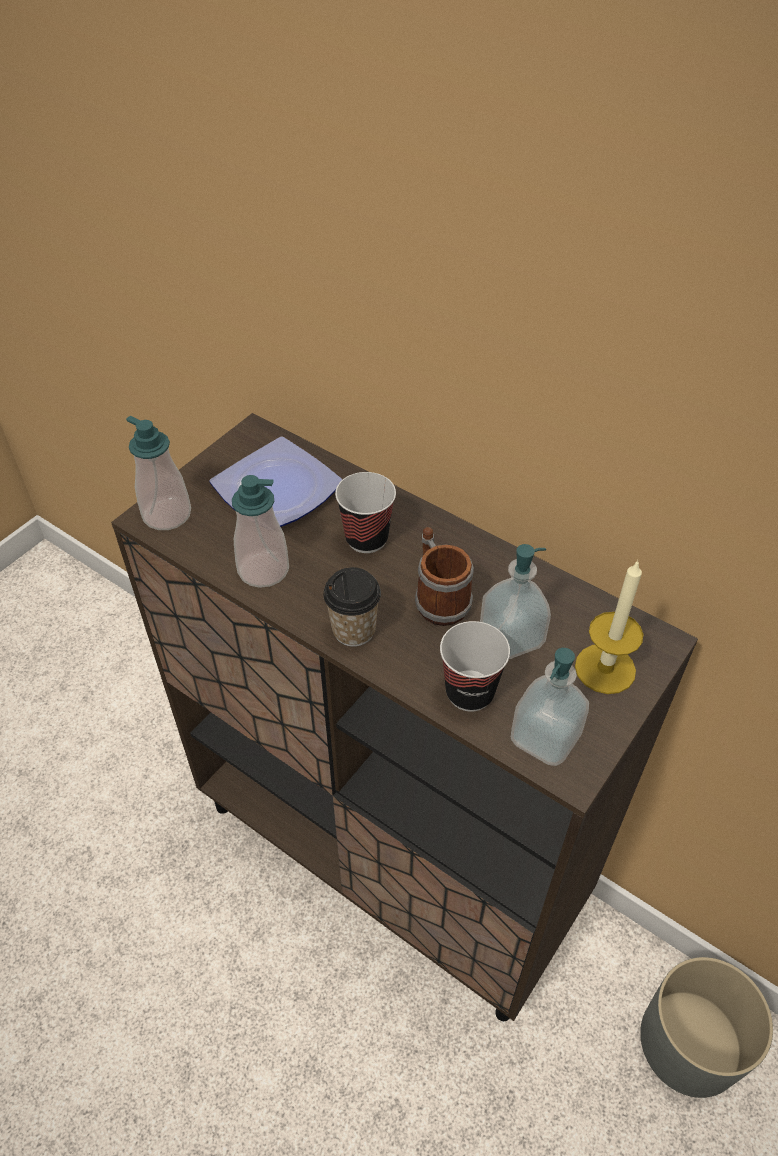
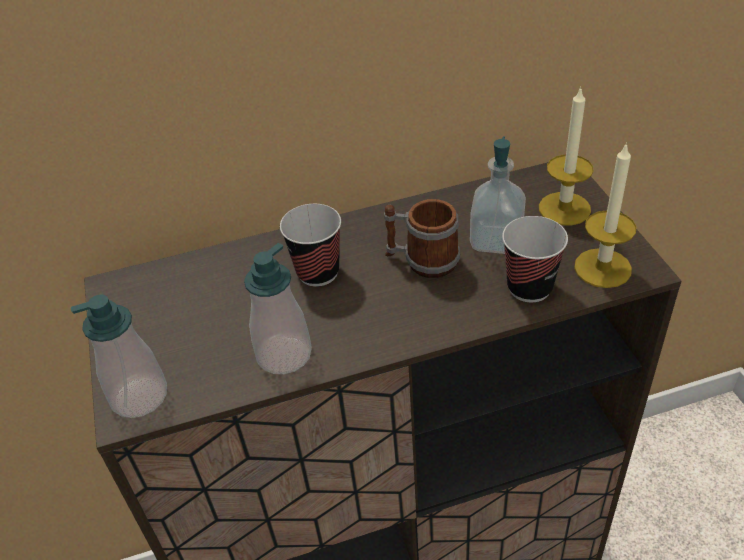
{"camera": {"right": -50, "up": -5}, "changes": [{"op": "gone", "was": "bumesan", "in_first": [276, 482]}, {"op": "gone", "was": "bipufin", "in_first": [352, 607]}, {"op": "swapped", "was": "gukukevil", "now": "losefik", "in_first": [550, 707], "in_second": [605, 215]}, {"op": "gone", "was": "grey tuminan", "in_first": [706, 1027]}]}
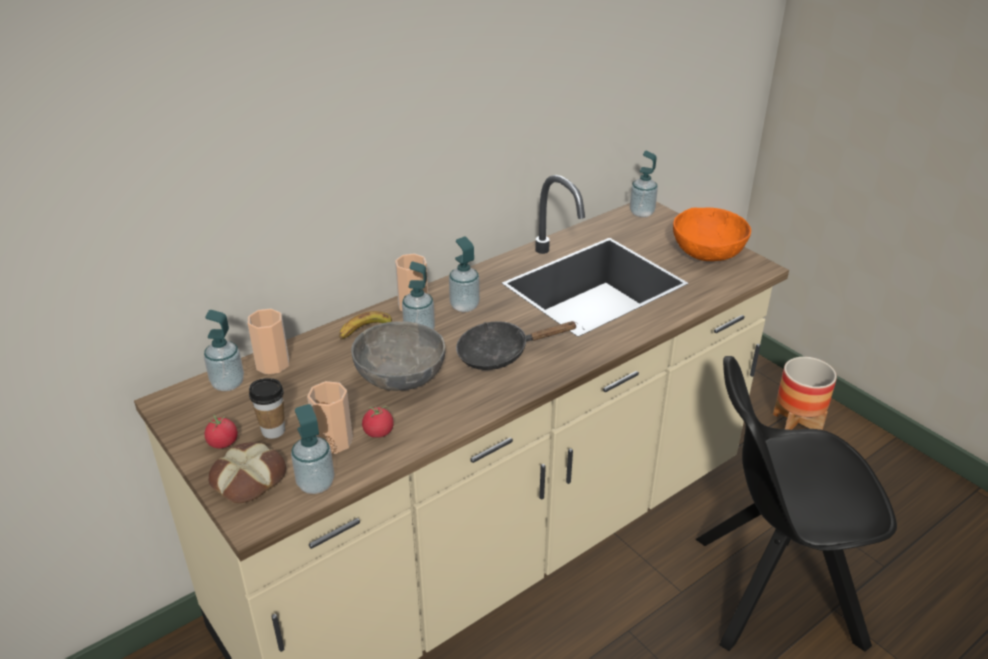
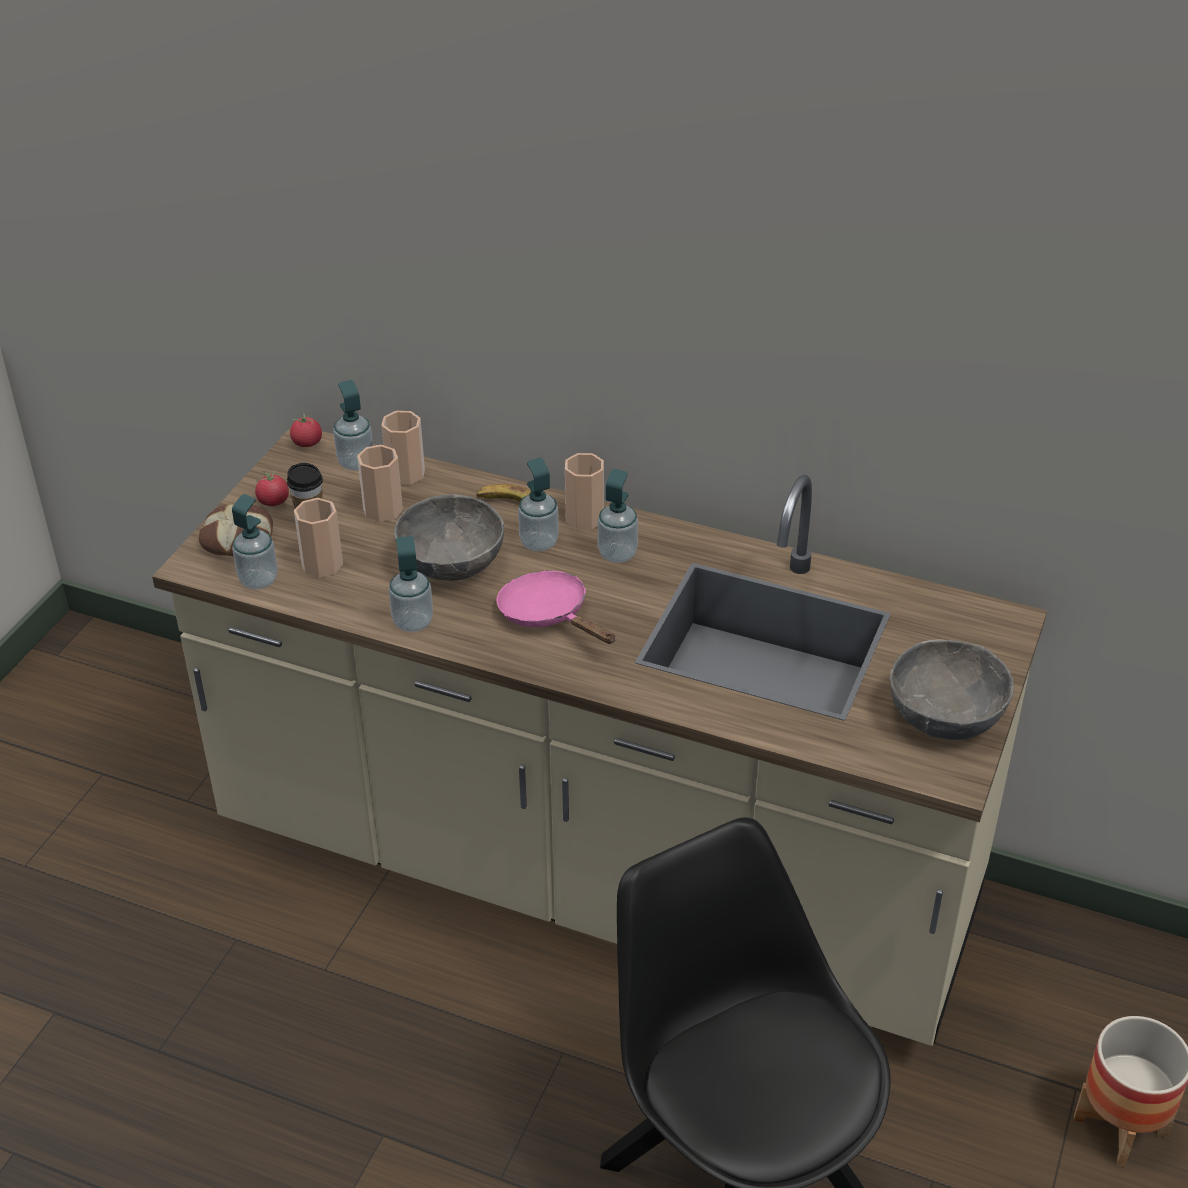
{"camera": {"right": 60, "up": 5}, "changes": [{"op": "shifted", "was": "gukukevil", "in_first": [644, 184], "in_second": [411, 584]}, {"op": "repainted", "was": "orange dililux", "now": "grey dililux", "in_first": [712, 234], "in_second": [951, 689]}, {"op": "repainted", "was": "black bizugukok", "now": "pink bizugukok", "in_first": [517, 345], "in_second": [556, 607]}, {"op": "shifted", "was": "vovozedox", "in_first": [378, 422], "in_second": [306, 430]}, {"op": "new", "now": "bipufin", "in_second": [380, 483]}]}
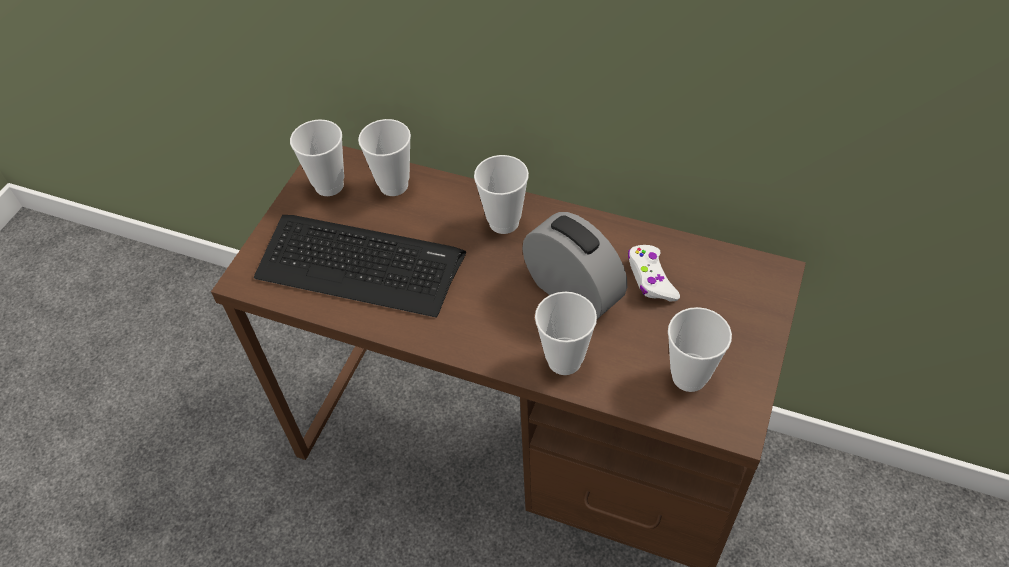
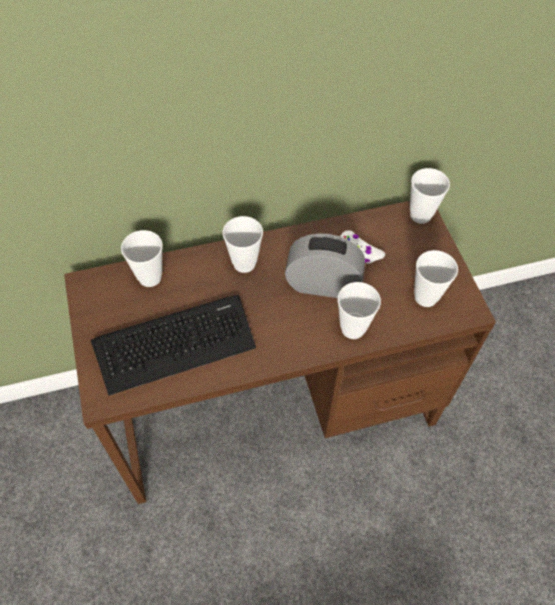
{"camera": {"right": -40, "up": 5}, "changes": [{"op": "shifted", "was": "bipufin", "in_first": [317, 157], "in_second": [430, 196]}]}
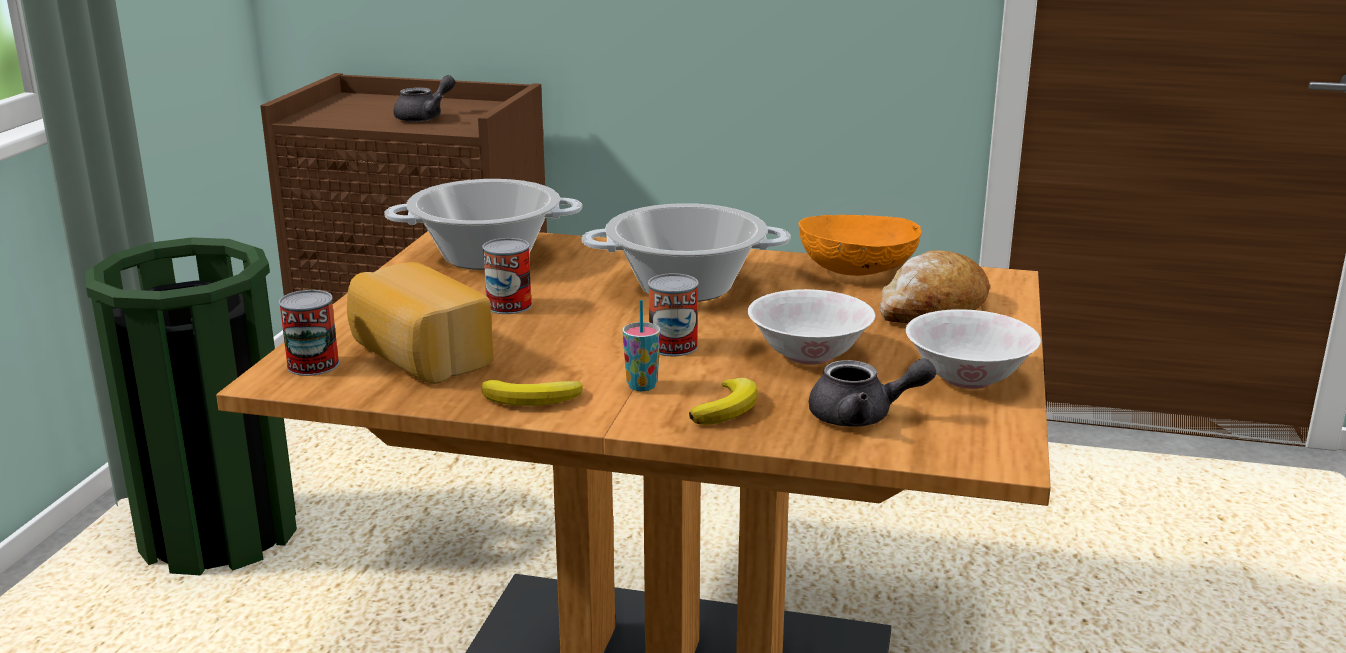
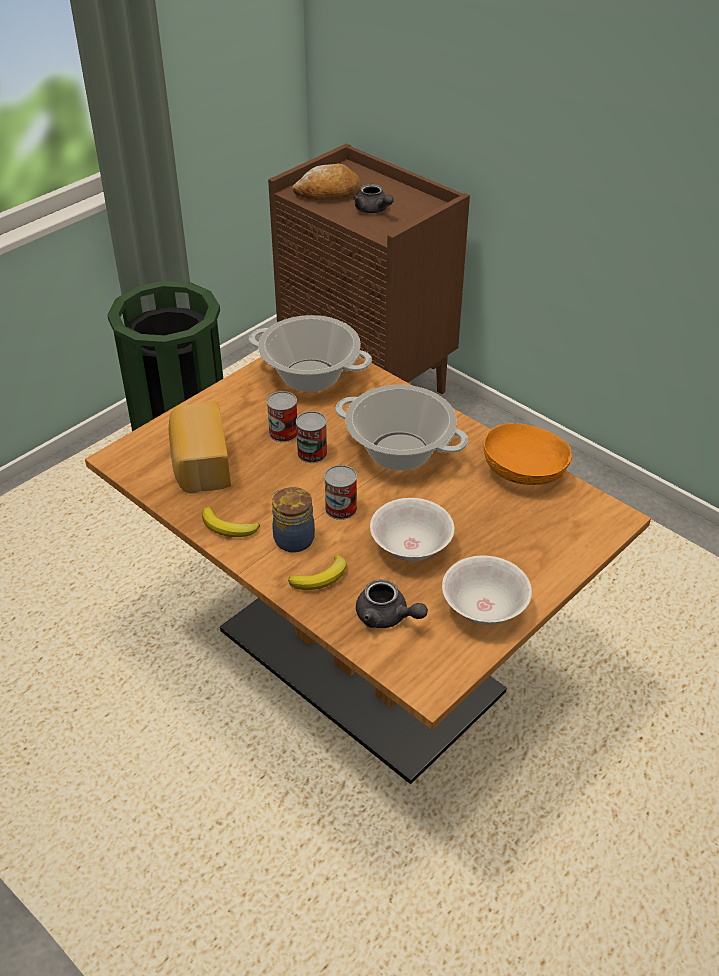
{"camera": {"right": 30, "up": 20}, "changes": [{"op": "rotated", "was": "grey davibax", "in_first": [424, 98], "in_second": [373, 198], "clockwise": 75}, {"op": "shifted", "was": "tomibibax", "in_first": [935, 286], "in_second": [326, 182]}, {"op": "shifted", "was": "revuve", "in_first": [309, 333], "in_second": [312, 437]}, {"op": "swapped", "was": "bipufin", "now": "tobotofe", "in_first": [642, 345], "in_second": [293, 519]}]}
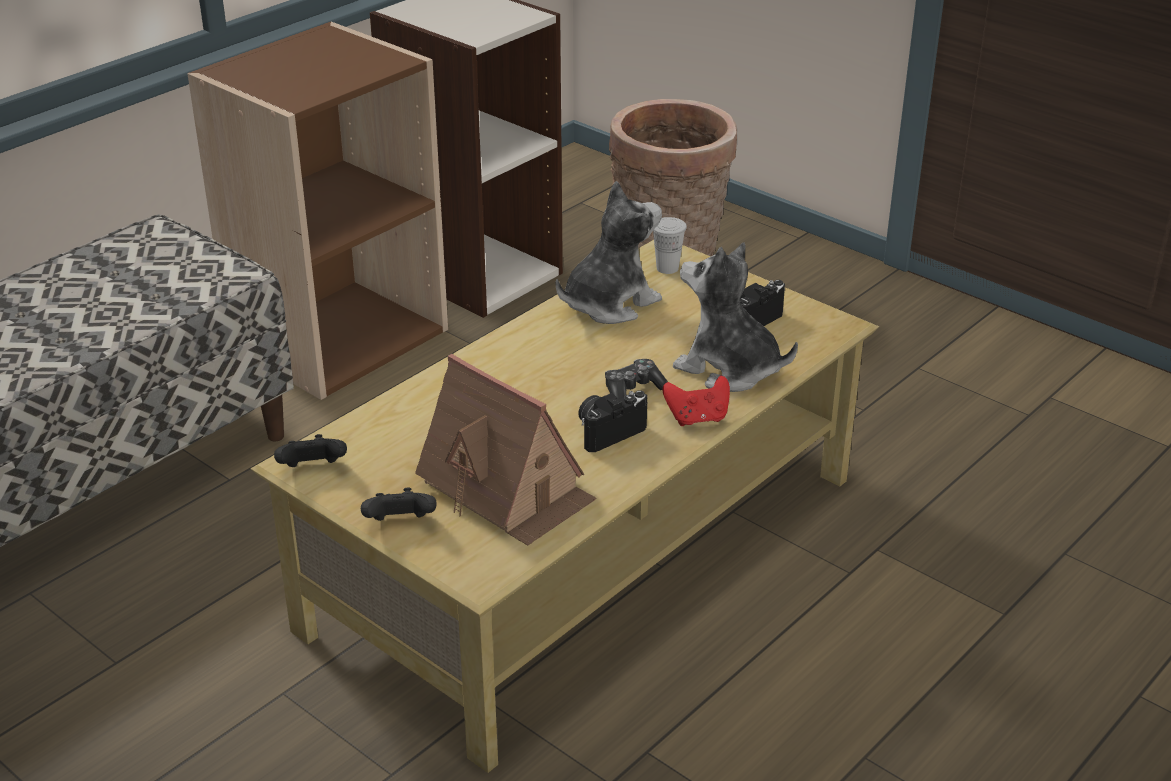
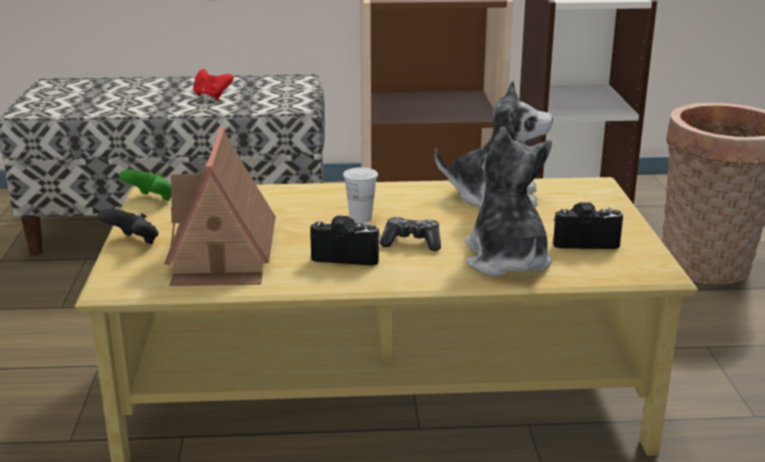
{"camera": {"right": 45, "up": -10}, "changes": [{"op": "shifted", "was": "white bipufin", "in_first": [670, 245], "in_second": [360, 195]}, {"op": "shifted", "was": "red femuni", "in_first": [696, 401], "in_second": [213, 84]}, {"op": "repainted", "was": "black femuni", "now": "green femuni", "in_first": [310, 450], "in_second": [145, 185]}]}
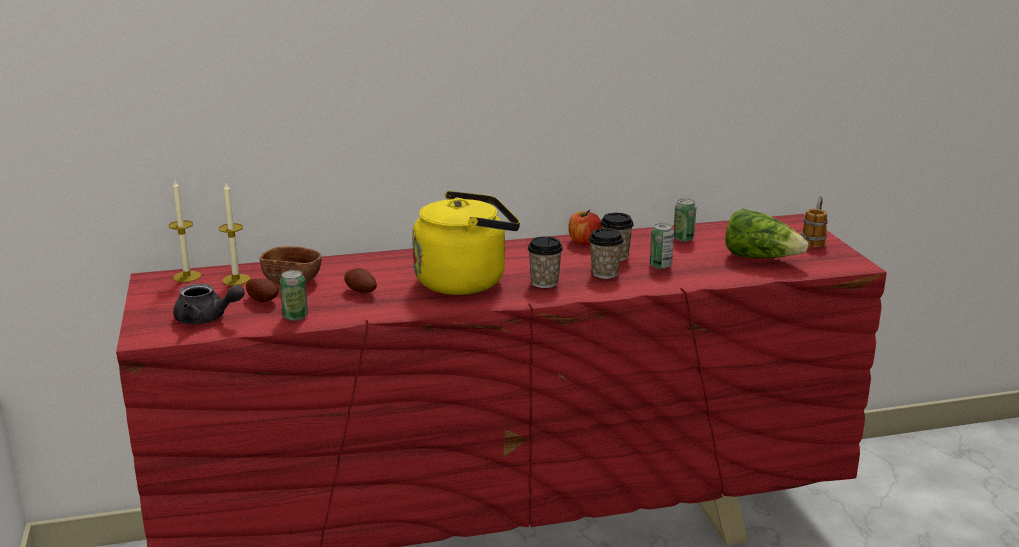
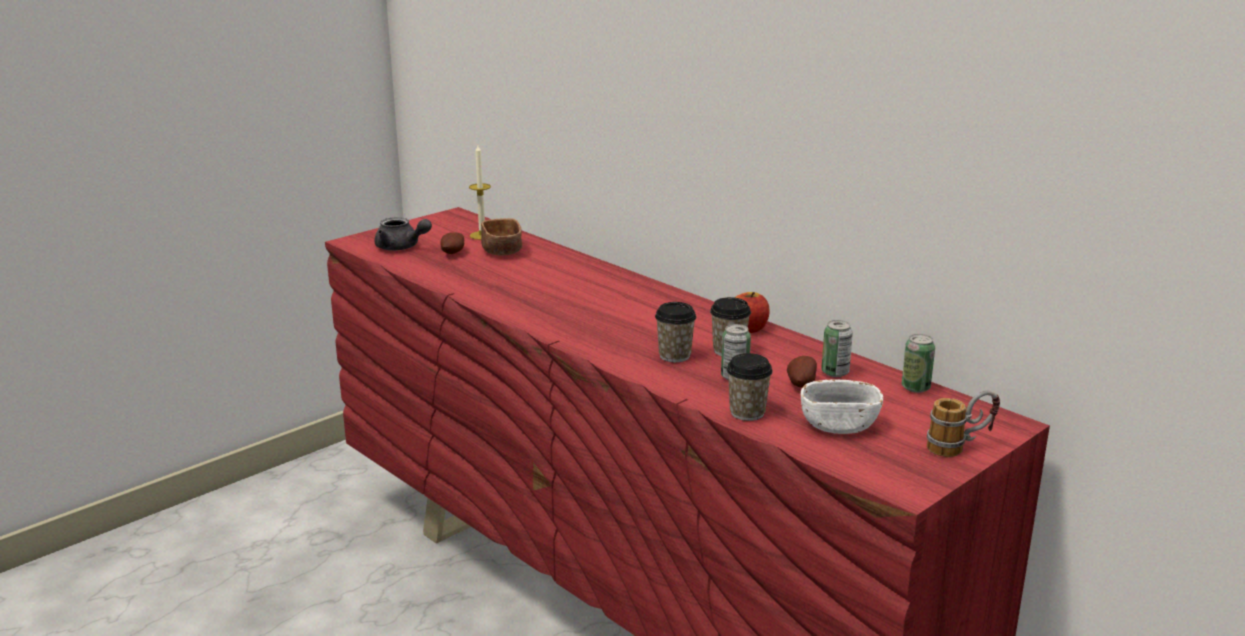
{"camera": {"right": 60, "up": 0}, "changes": [{"op": "gone", "was": "losefik", "in_first": [184, 231]}, {"op": "gone", "was": "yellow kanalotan", "in_first": [466, 243]}, {"op": "swapped", "was": "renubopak", "now": "white dililux", "in_first": [766, 233], "in_second": [842, 406]}, {"op": "shifted", "was": "bipufin", "in_first": [545, 262], "in_second": [750, 387]}, {"op": "shifted", "was": "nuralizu", "in_first": [360, 280], "in_second": [802, 372]}, {"op": "shifted", "was": "revuve", "in_first": [294, 295], "in_second": [918, 363]}, {"op": "rotated", "was": "grey davibax", "in_first": [209, 304], "in_second": [403, 234], "clockwise": -45}]}
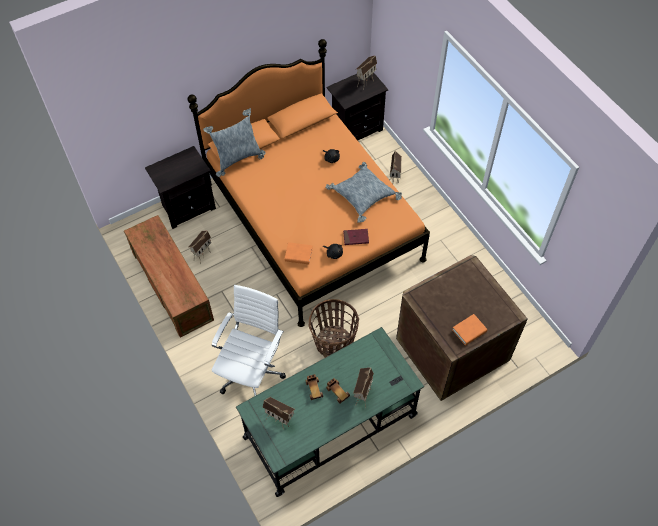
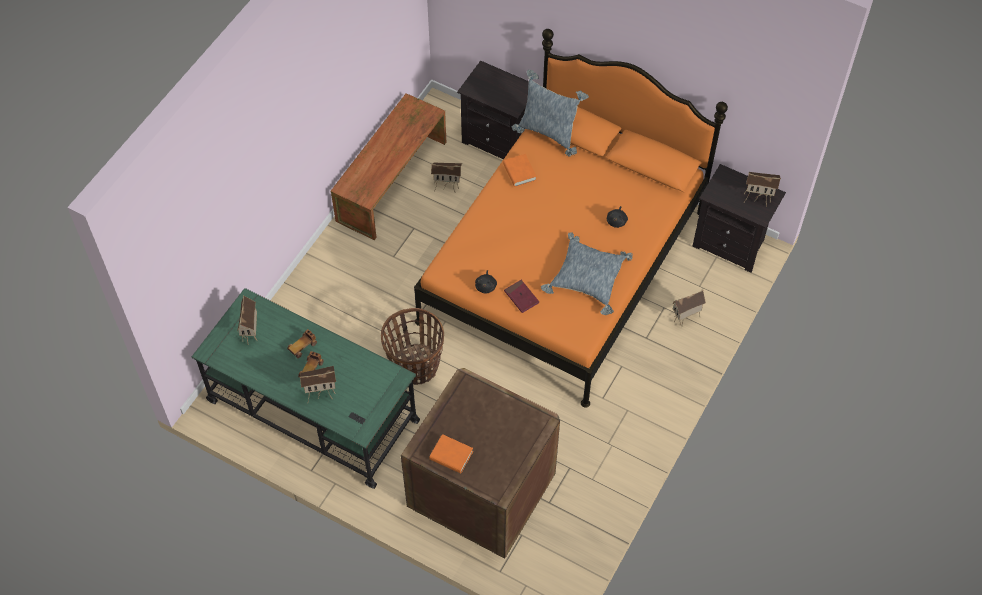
{"camera": {"right": 60, "up": 0}, "changes": [{"op": "shifted", "was": "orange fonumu", "in_first": [299, 253], "in_second": [520, 170]}, {"op": "gone", "was": "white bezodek", "in_first": [249, 340]}]}
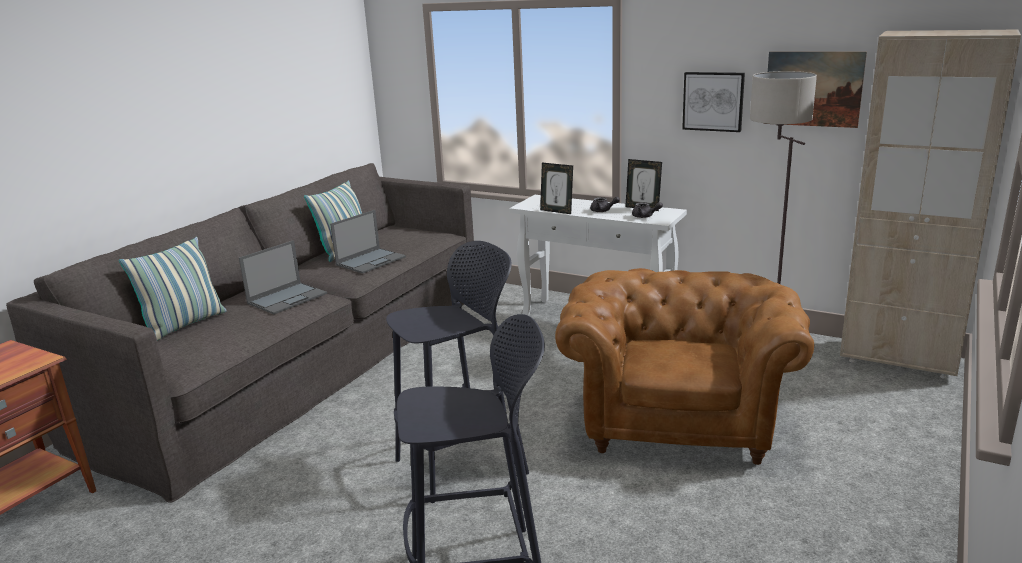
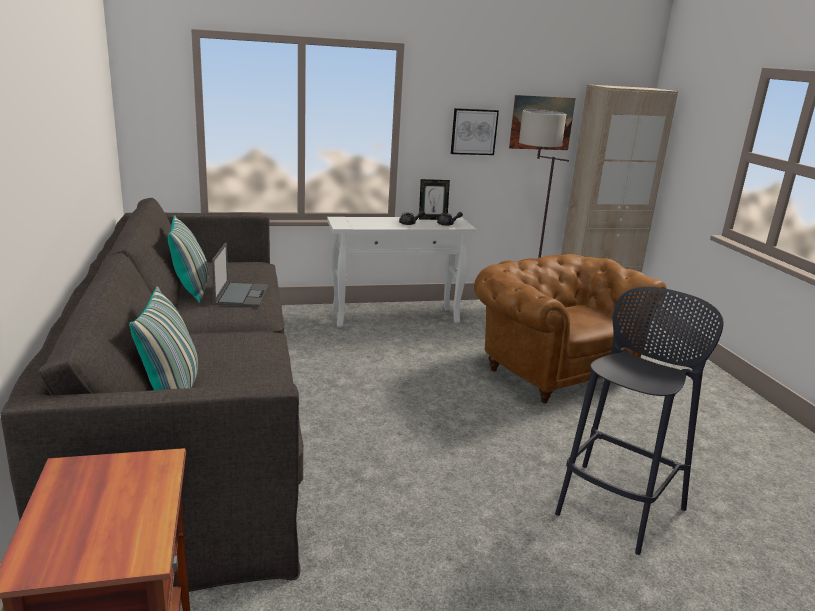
{"camera": {"right": -45, "up": 0}, "changes": [{"op": "gone", "was": "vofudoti", "in_first": [556, 188]}, {"op": "gone", "was": "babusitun", "in_first": [283, 277]}, {"op": "gone", "was": "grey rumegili", "in_first": [457, 372]}]}
